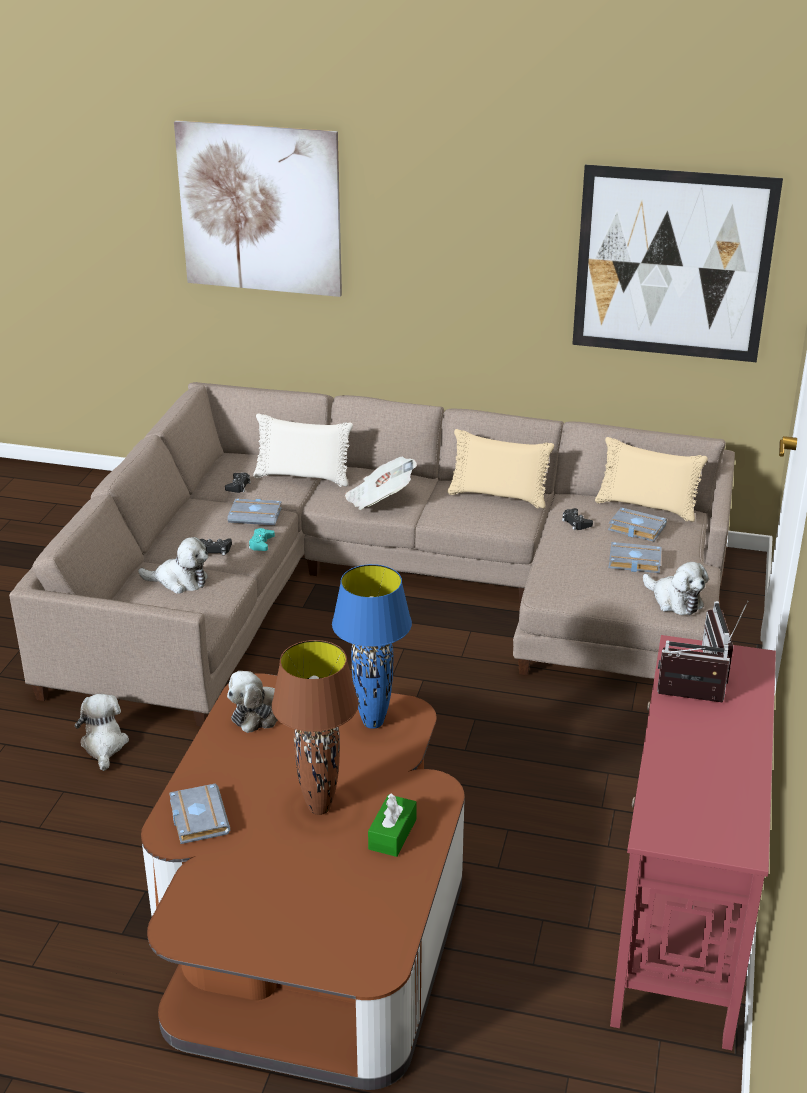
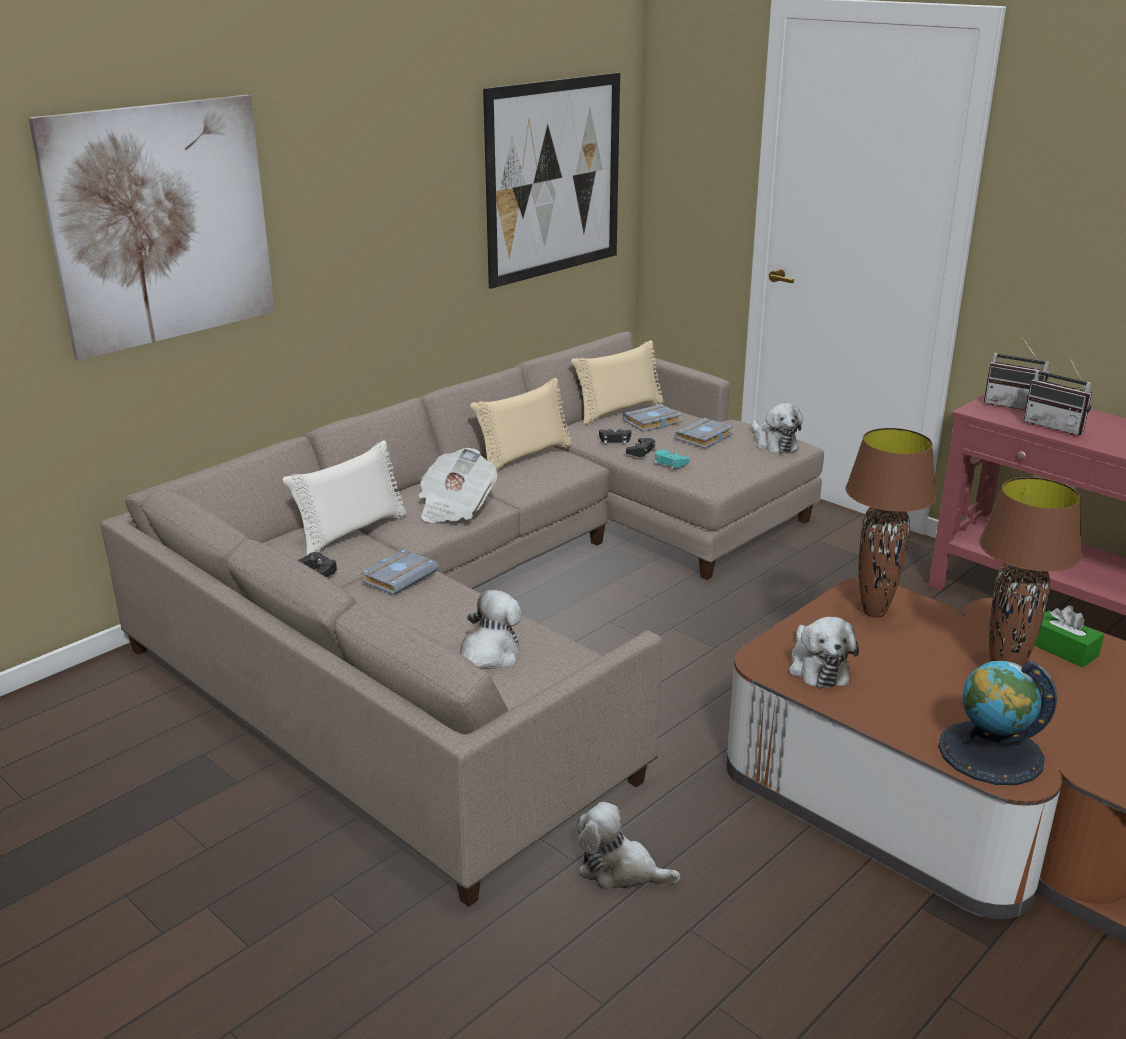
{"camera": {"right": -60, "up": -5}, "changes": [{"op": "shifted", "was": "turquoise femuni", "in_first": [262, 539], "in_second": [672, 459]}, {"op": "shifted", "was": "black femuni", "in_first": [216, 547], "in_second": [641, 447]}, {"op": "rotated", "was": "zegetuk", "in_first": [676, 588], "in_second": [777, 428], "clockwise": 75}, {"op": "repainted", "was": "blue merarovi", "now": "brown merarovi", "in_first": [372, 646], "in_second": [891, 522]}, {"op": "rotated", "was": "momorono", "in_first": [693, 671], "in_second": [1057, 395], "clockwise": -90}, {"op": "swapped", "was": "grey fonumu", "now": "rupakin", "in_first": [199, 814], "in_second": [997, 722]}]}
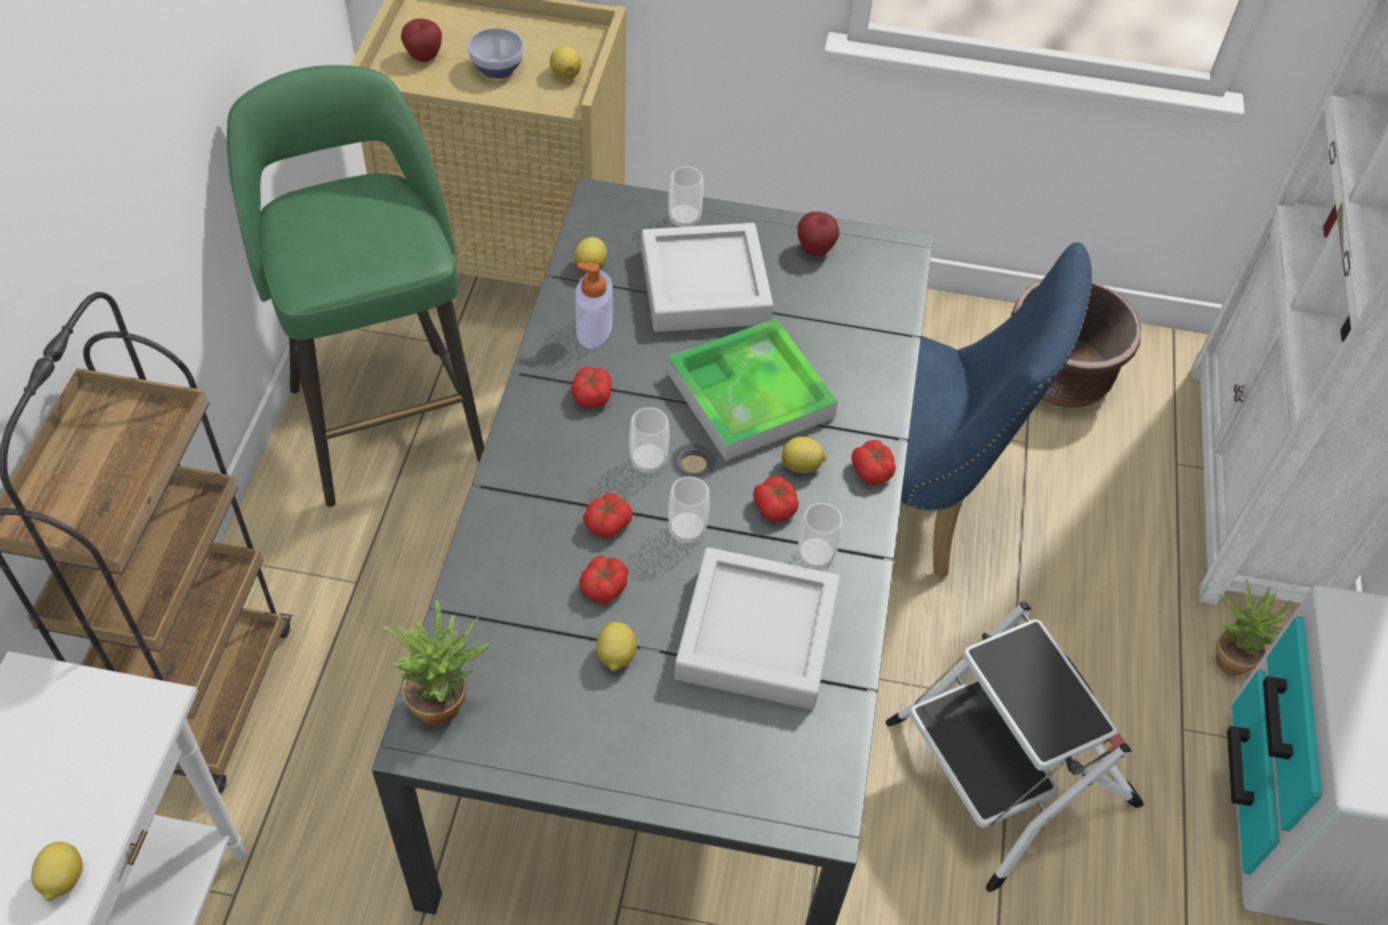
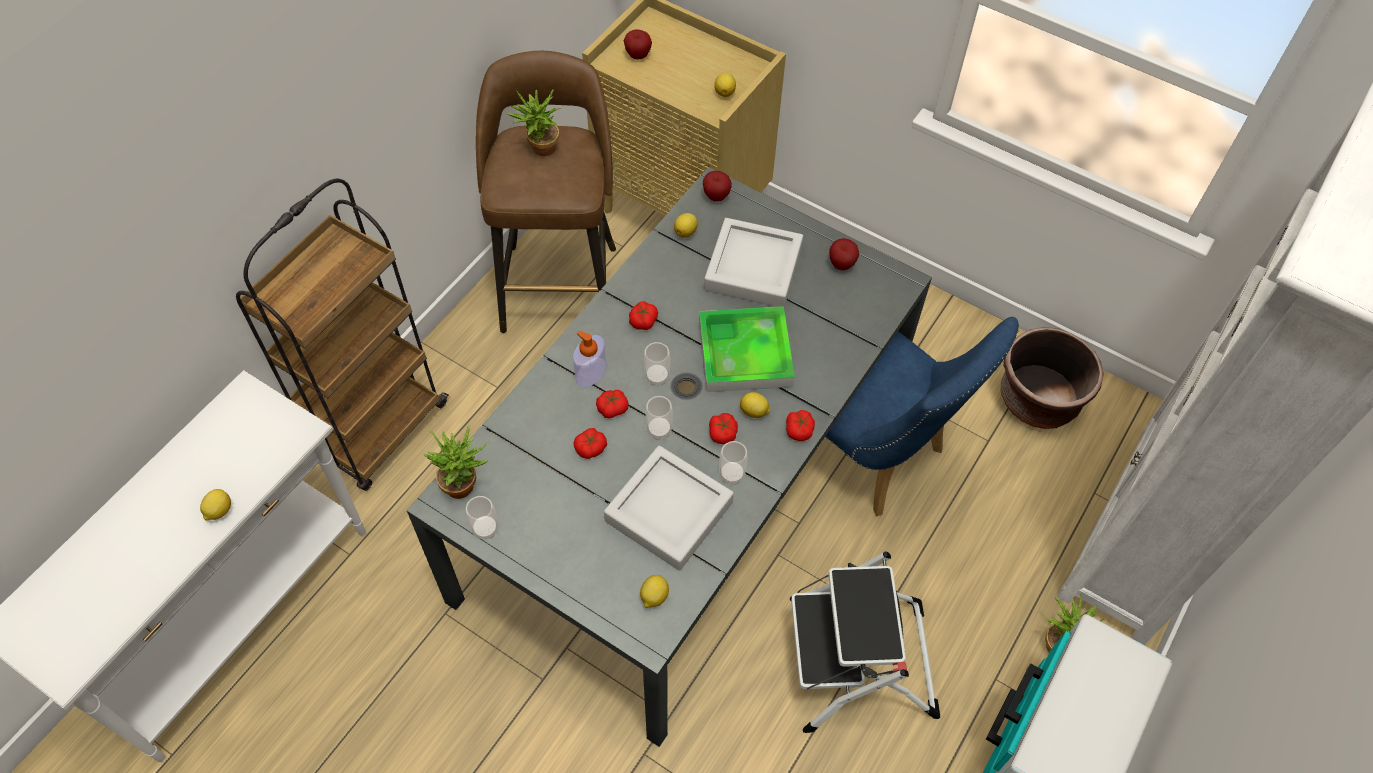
{"camera": {"right": 25, "up": 5}, "changes": [{"op": "gone", "was": "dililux", "in_first": [496, 53]}, {"op": "repainted", "was": "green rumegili", "now": "brown rumegili", "in_first": [355, 286], "in_second": [546, 192]}, {"op": "shifted", "was": "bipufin", "in_first": [685, 196], "in_second": [482, 517]}, {"op": "shifted", "was": "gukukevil", "in_first": [594, 306], "in_second": [590, 359]}, {"op": "shifted", "was": "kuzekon", "in_first": [616, 647], "in_second": [654, 591]}, {"op": "new", "now": "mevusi", "in_second": [534, 122]}, {"op": "new", "now": "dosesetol", "in_second": [717, 186]}]}
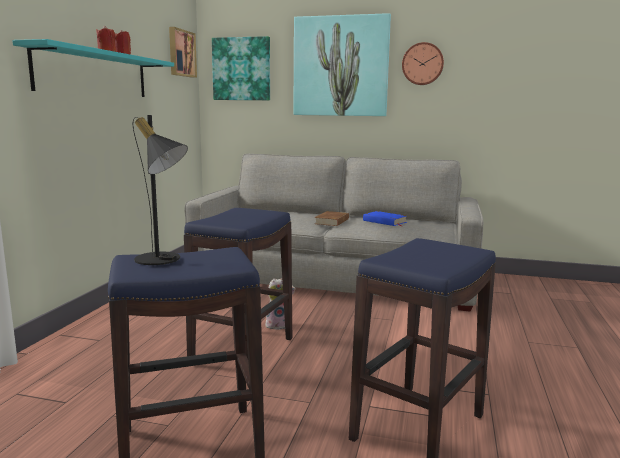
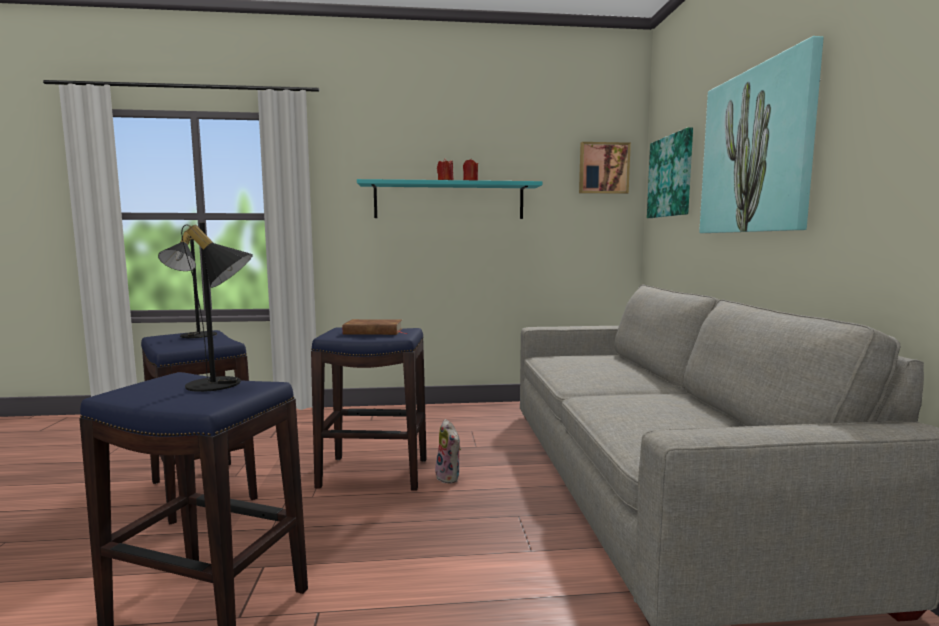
{"camera": {"right": 70, "up": -5}, "changes": [{"op": "gone", "was": "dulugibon", "in_first": [423, 63]}, {"op": "shifted", "was": "brown fonumu", "in_first": [331, 218], "in_second": [375, 327]}, {"op": "gone", "was": "blue fonumu", "in_first": [385, 218]}, {"op": "new", "now": "black merarovi", "in_second": [217, 307]}]}
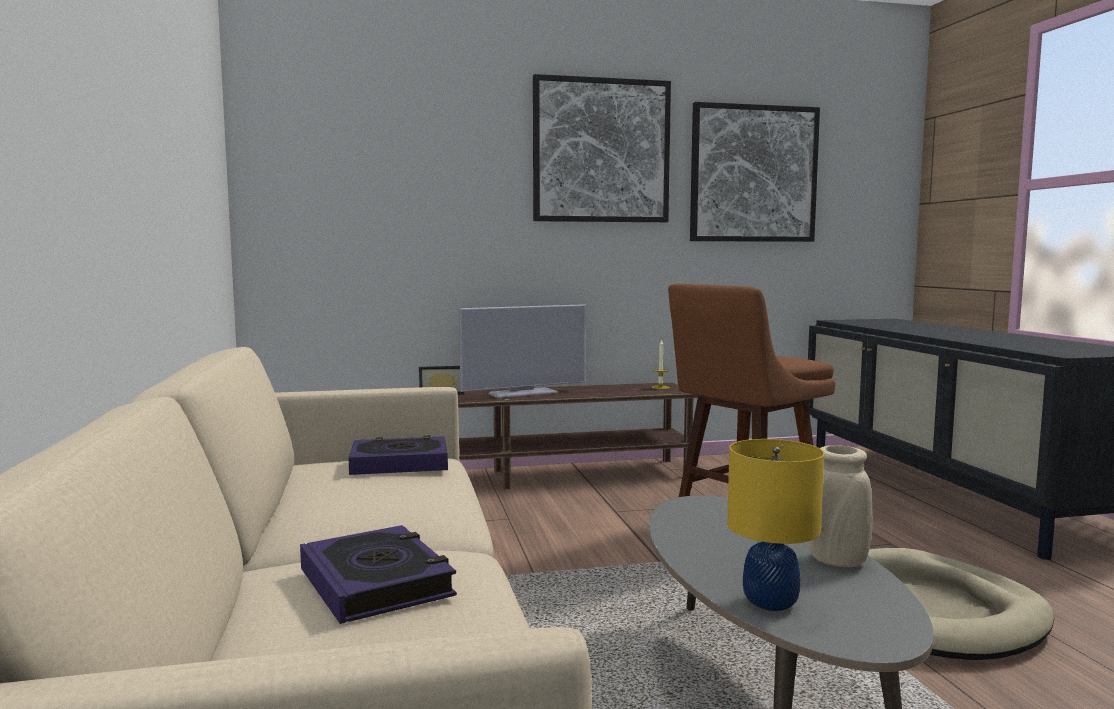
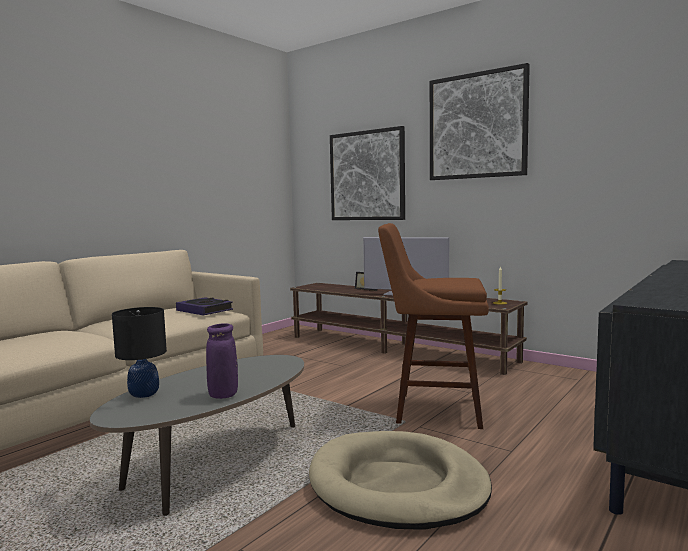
{"camera": {"right": 50, "up": 0}, "changes": [{"op": "shifted", "was": "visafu", "in_first": [755, 172], "in_second": [367, 173]}, {"op": "repainted", "was": "yellow merarovi", "now": "black merarovi", "in_first": [775, 525], "in_second": [139, 352]}, {"op": "repainted", "was": "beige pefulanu", "now": "purple pefulanu", "in_first": [840, 506], "in_second": [222, 361]}, {"op": "gone", "was": "fonumu", "in_first": [378, 574]}]}
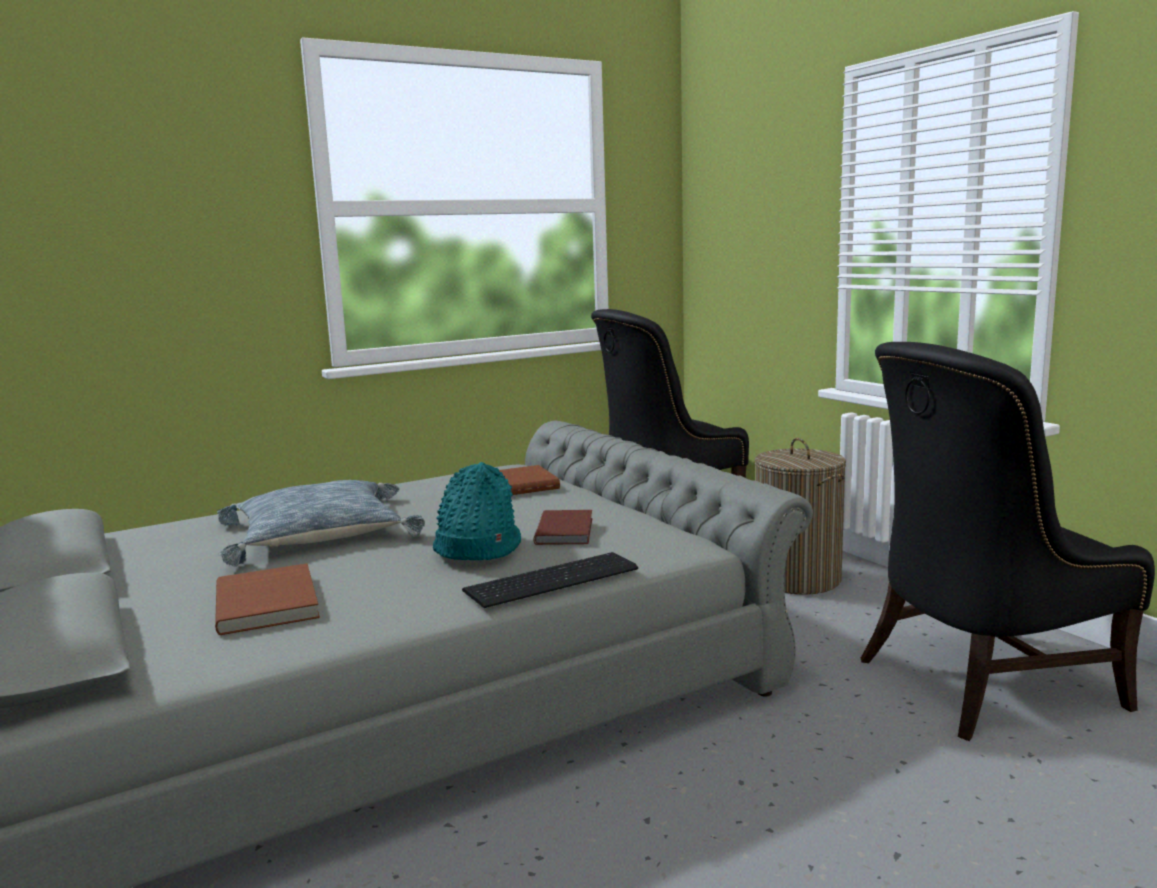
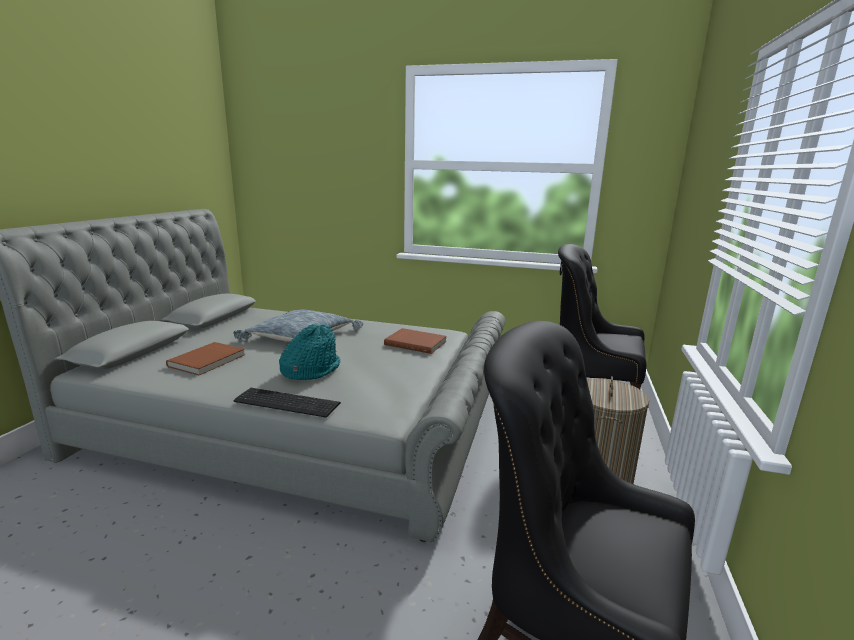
{"camera": {"right": 45, "up": 5}, "changes": [{"op": "gone", "was": "brown fonumu", "in_first": [563, 527]}]}
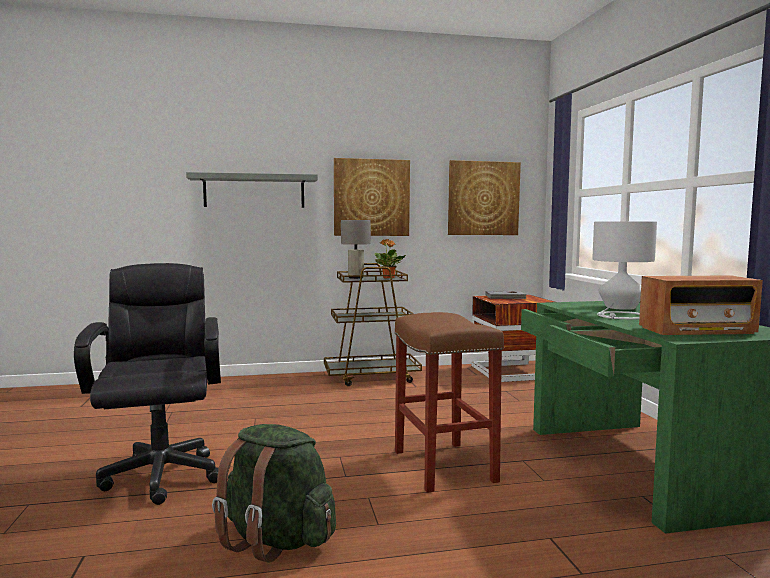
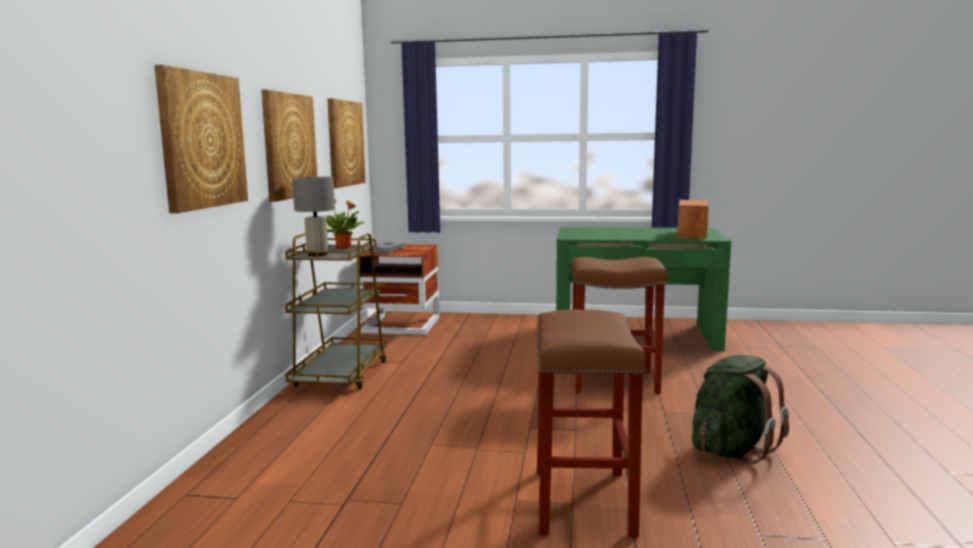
{"camera": {"right": -70, "up": 5}, "changes": [{"op": "swapped", "was": "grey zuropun", "now": "visafu", "in_first": [252, 190], "in_second": [201, 139]}, {"op": "gone", "was": "white merarovi", "in_first": [625, 270]}, {"op": "swapped", "was": "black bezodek", "now": "brown rumegili", "in_first": [147, 384], "in_second": [591, 423]}]}
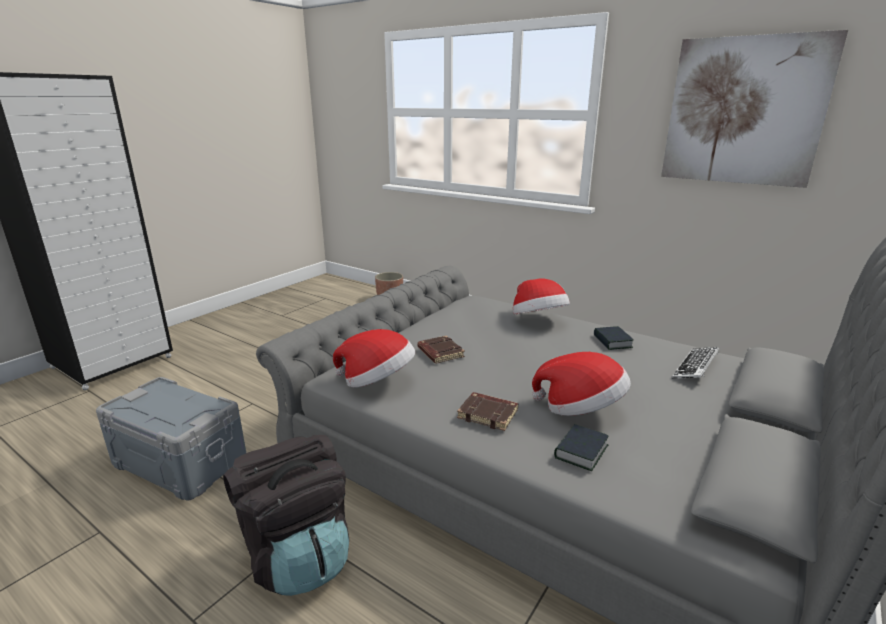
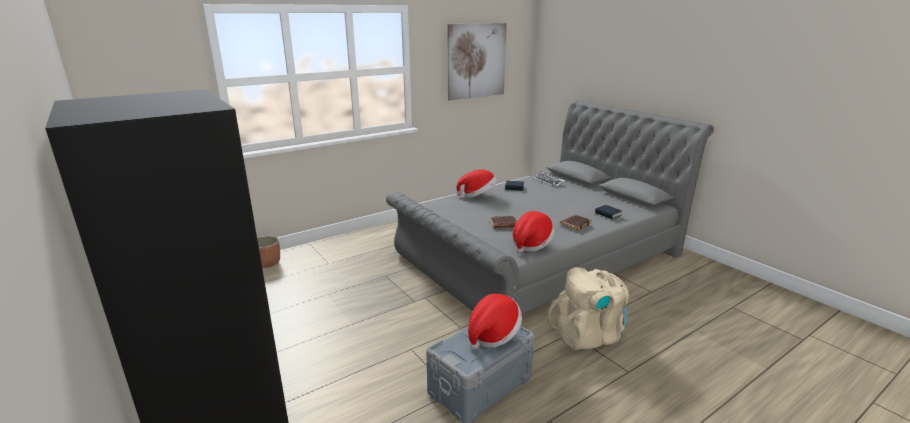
{"camera": {"right": -70, "up": 0}, "changes": [{"op": "shifted", "was": "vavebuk", "in_first": [581, 384], "in_second": [495, 321]}, {"op": "repainted", "was": "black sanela", "now": "beige sanela", "in_first": [286, 515], "in_second": [588, 309]}]}
